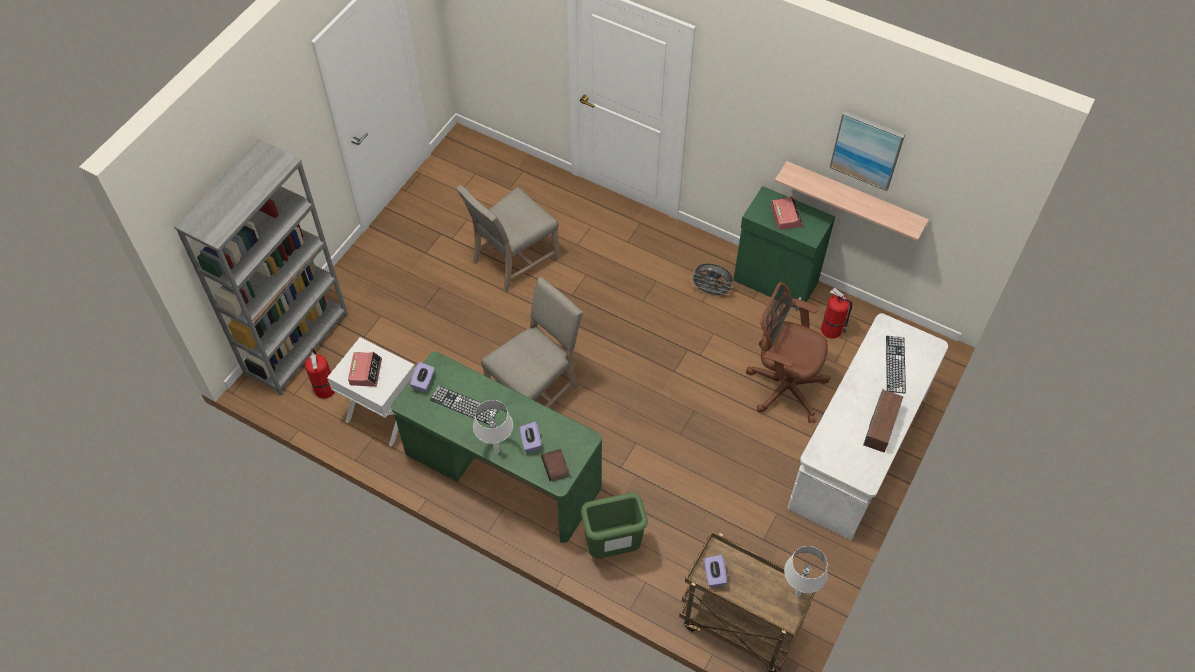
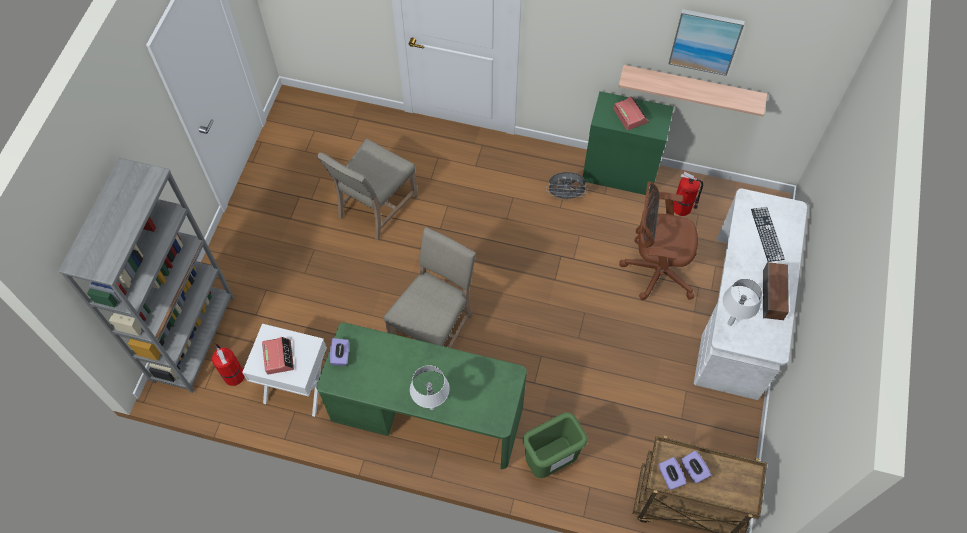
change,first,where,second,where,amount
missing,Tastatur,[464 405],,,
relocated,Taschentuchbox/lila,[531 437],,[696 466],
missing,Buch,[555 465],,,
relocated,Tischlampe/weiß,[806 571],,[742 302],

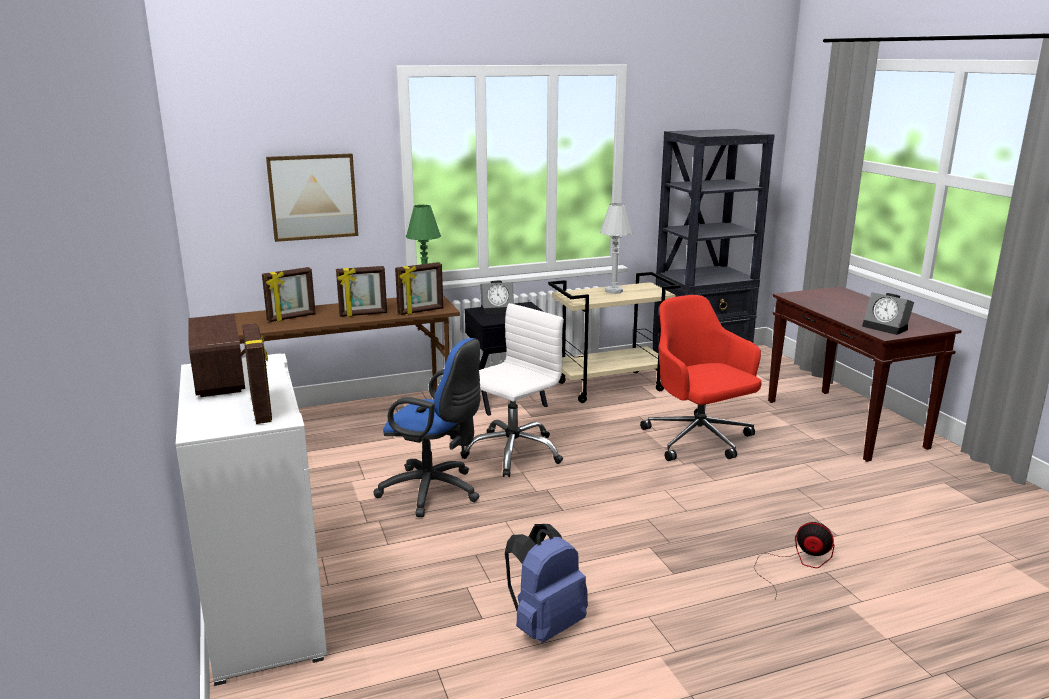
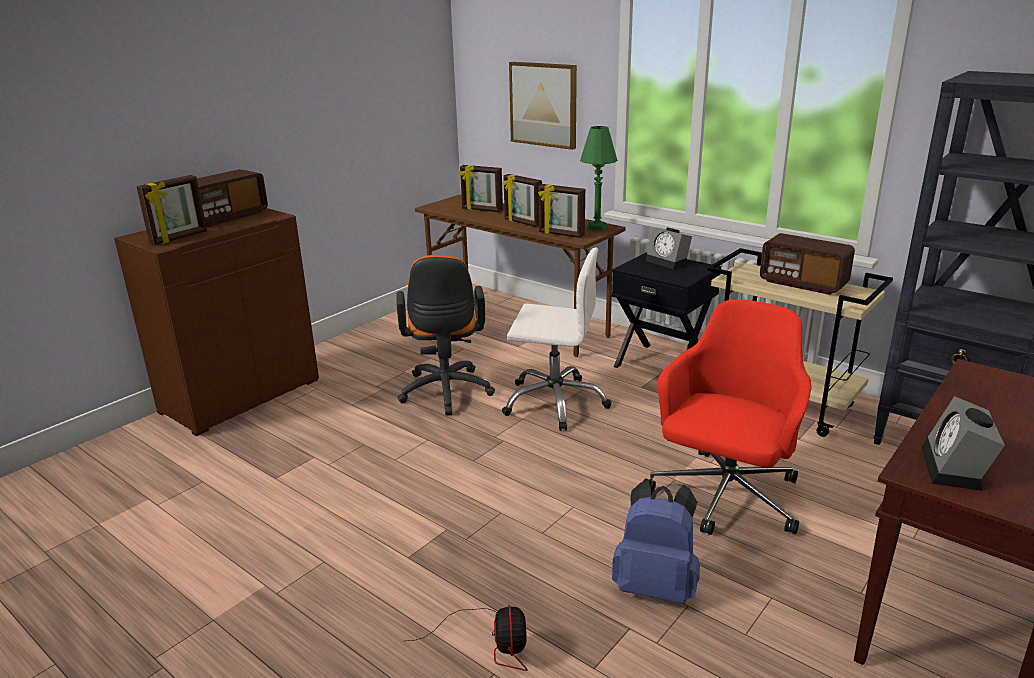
change,first,where,second,where,amount
exchanged,Tischlampe/weiß,[616 248],Radio,[807 264],
colour,Bürostuhl/blau,[427 427],Bürostuhl/orange,[446 335],
colour,Schrank/weiß,[251 519],Schrank/braun,[216 322],
relocated,Rucksack/blau,[546 583],,[656 541],

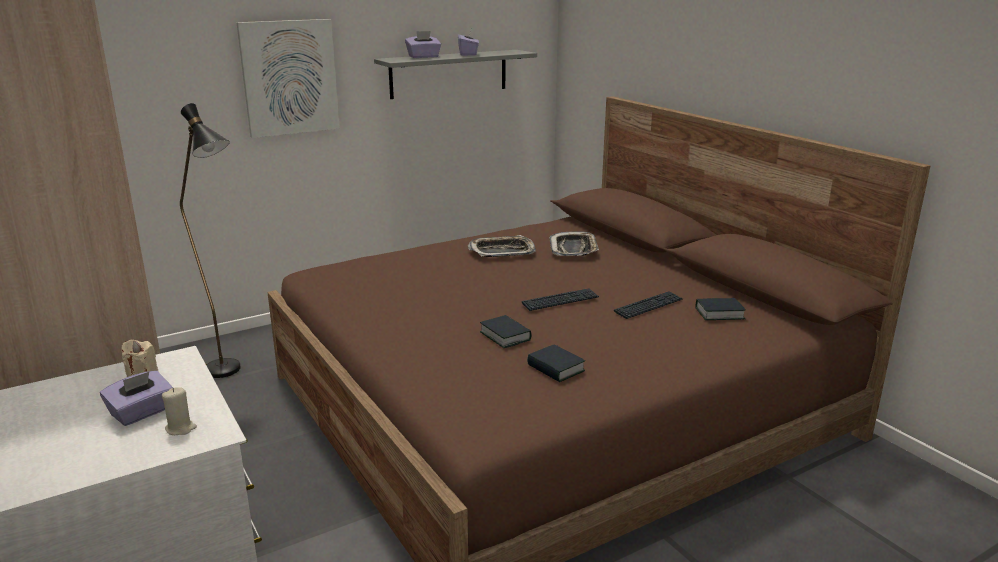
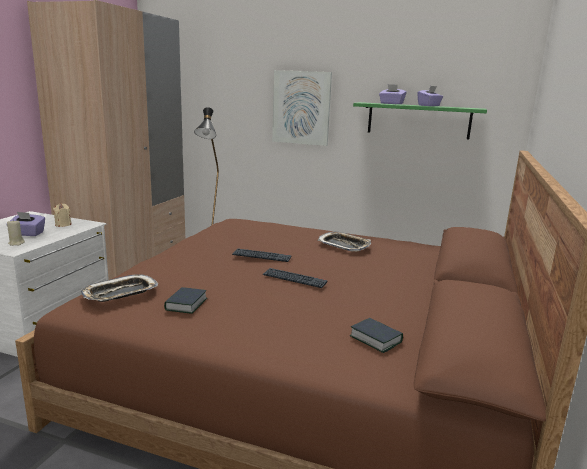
change,first,where,second,where,amount
colour,Wandregal/grau,[455 74],Wandregal/grün,[420 120],
relocated,Tablett,[574 243],,[120 288],
relocated,Tastatur,[648 305],,[262 255],
missing,Buch,[506 331],,,

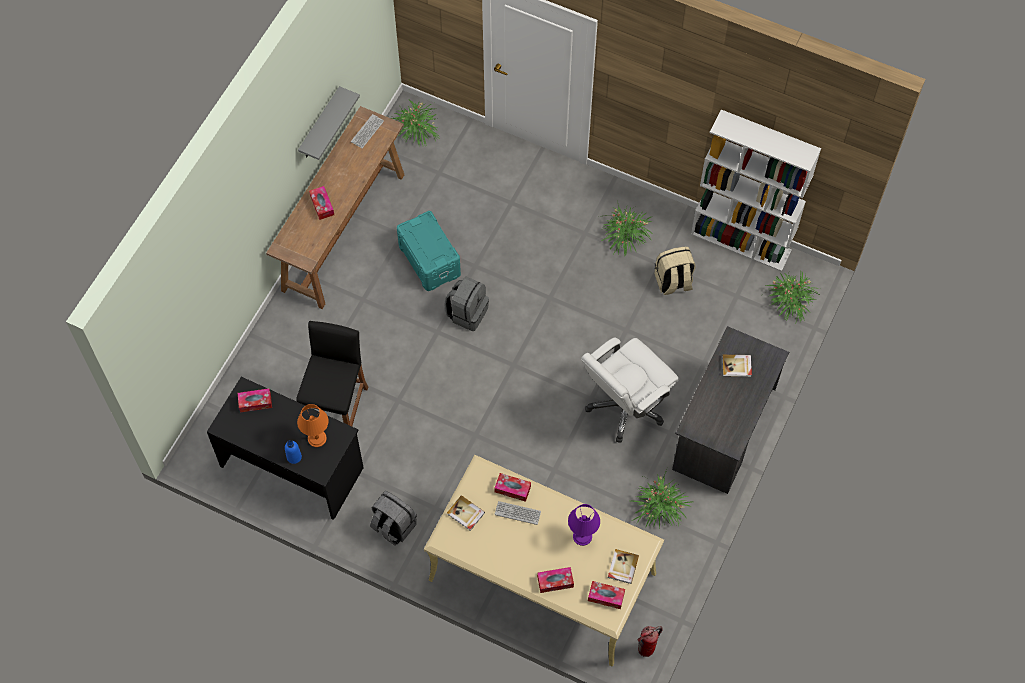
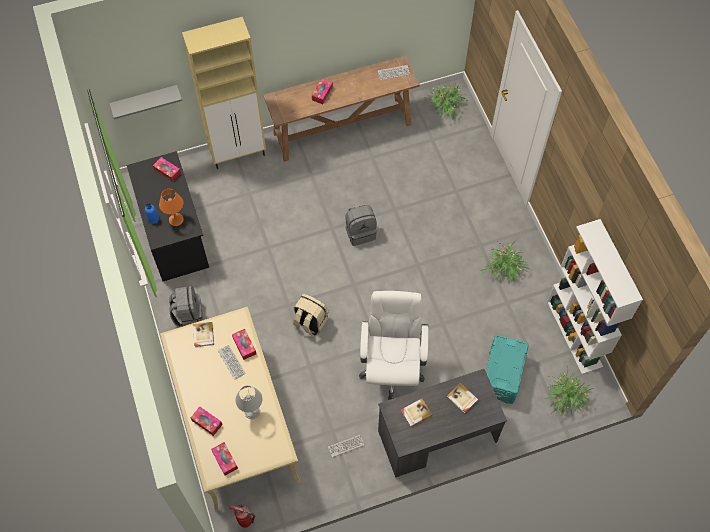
change,first,where,second,where,amount
relocated,Wandregal/grau,[329 123],,[145 102],
relocated,Aufbewahrungsbox/türkis,[429 251],,[507 369],
relocated,Rucksack/beige,[675 271],,[310 315],
missing,Hocker/schwarz,[332 373],,,
spun,Bürostuhl/weiß,[630 390],,[393 345],90 degrees clockwise
exchanged,Topfpflanze,[661 499],Tastatur,[346 446],
colour,Tischlampe/lila,[584 525],Tischlampe/grau,[248 402],
relocated,Buch,[623 566],,[416 413],
appeared,,,Schrank/beige,[224 93],

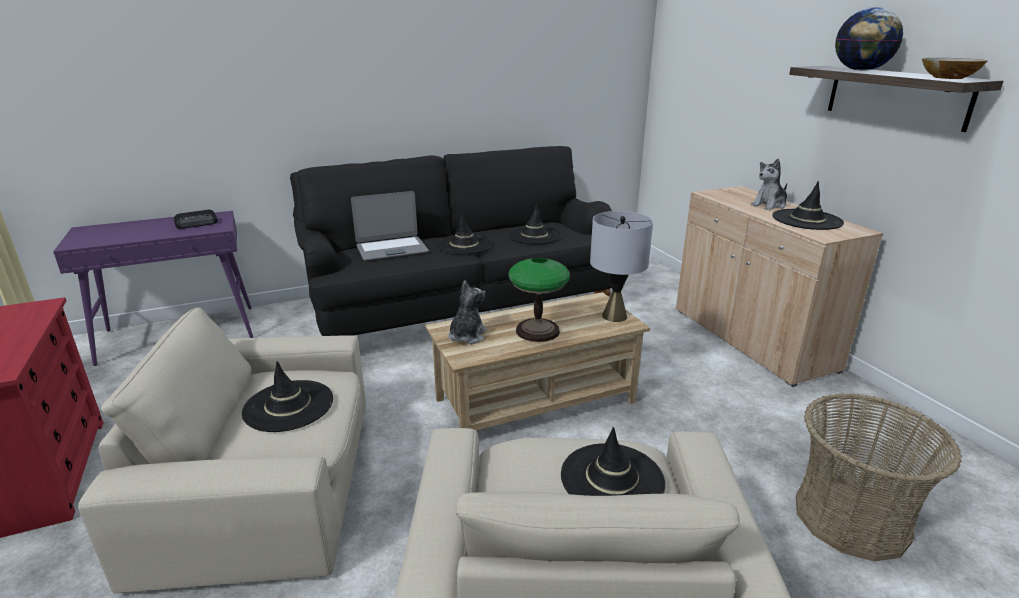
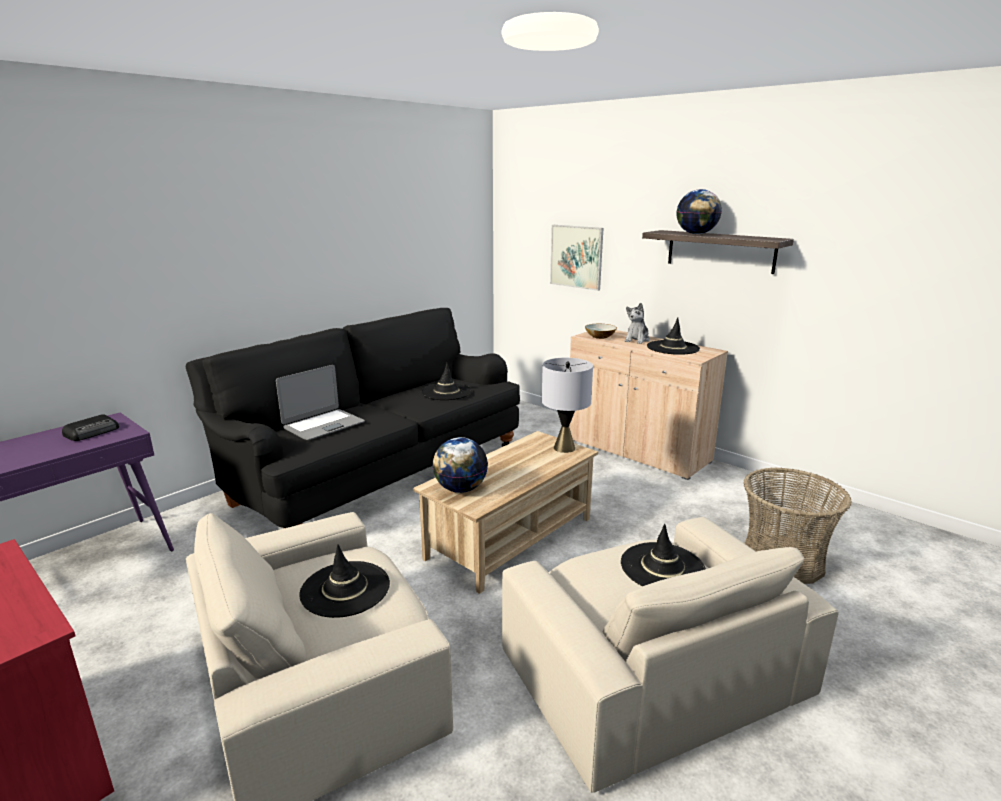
change,first,where,second,where,amount
relocated,Schüssel,[955 68],,[601 331],
missing,Hut/schwarz,[464 234],,,
missing,Tischlampe,[539 299],,,
exchanged,Plüschtier,[467 312],Globus,[460 465],
appeared,,,Bild,[577 258],

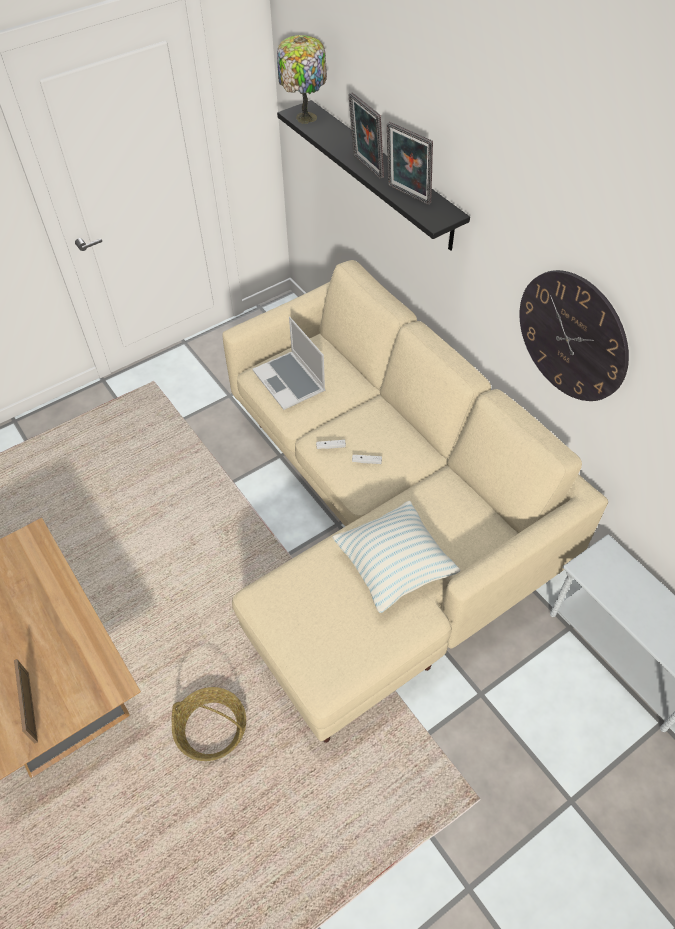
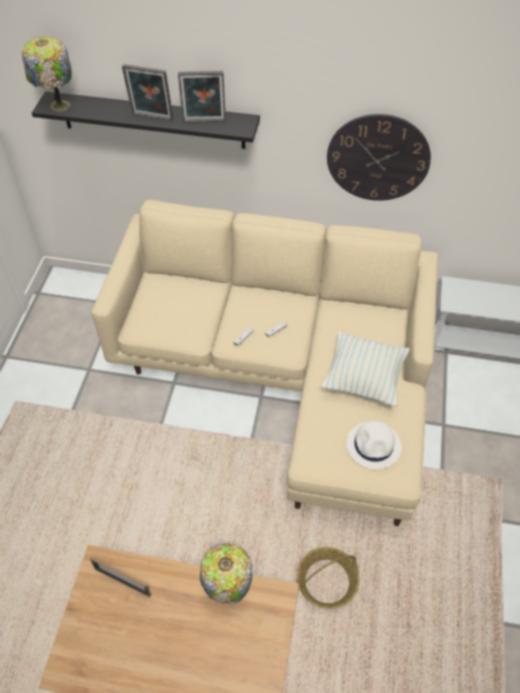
change,first,where,second,where,amount
missing,Laptop,[288 363],,,
relocated,Bilderrahmen,[26 701],,[120 577],
appeared,,,Hut/weiß,[373 445],
appeared,,,Tischlampe,[226 573],

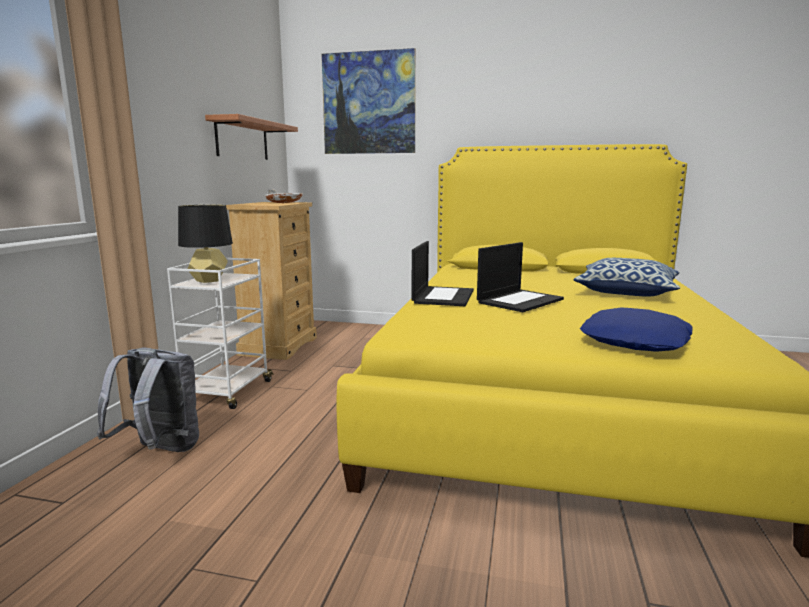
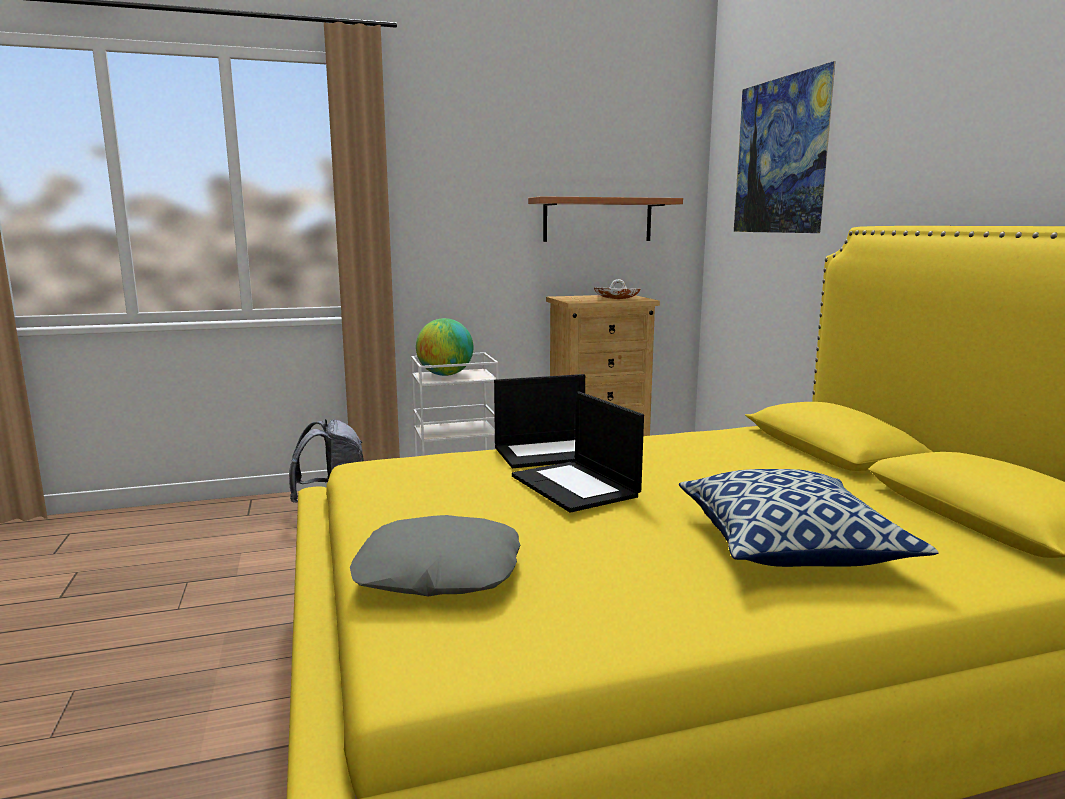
change,first,where,second,where,amount
exchanged,Tischlampe/schwarz,[205 244],Globus,[444 347],
spun,Laptop,[520 277],,[578 452],45 degrees clockwise
colour,Kissen/blau,[636 329],Kissen/grau,[435 556],

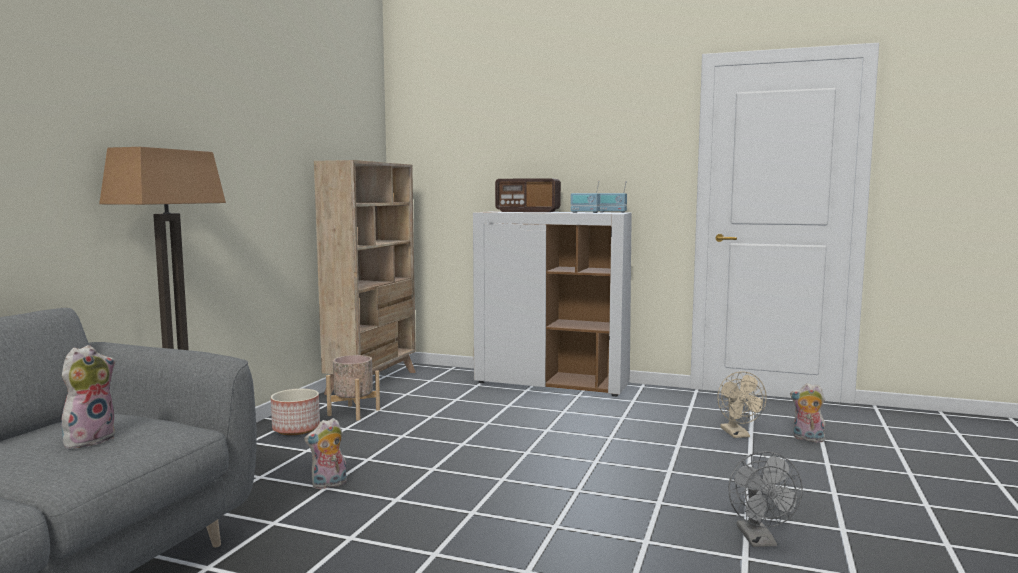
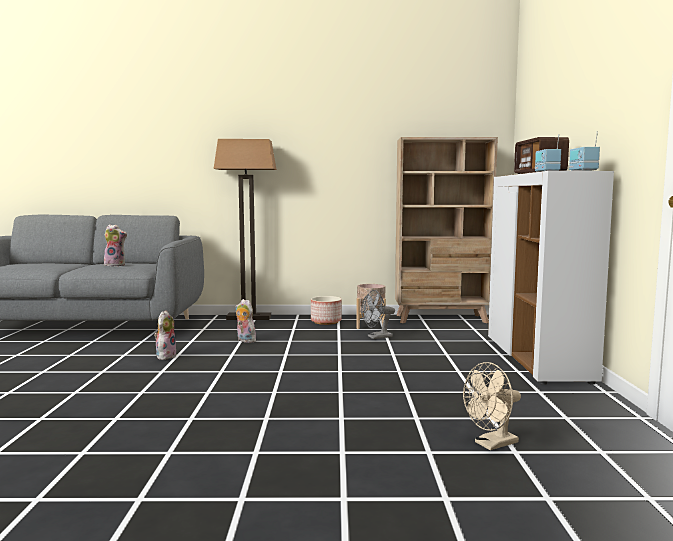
change,first,where,second,where,amount
relocated,Plüschtier,[808 412],,[165 335],
relocated,Ventilator/grau,[765 499],,[378 314],

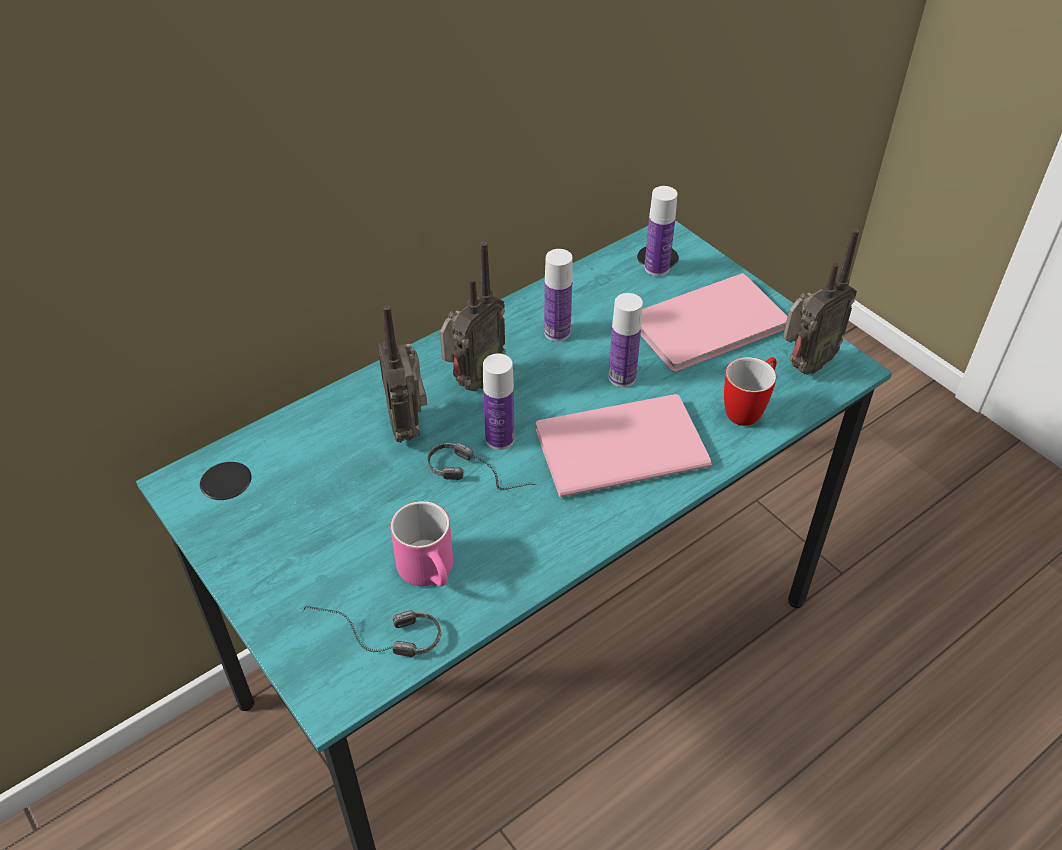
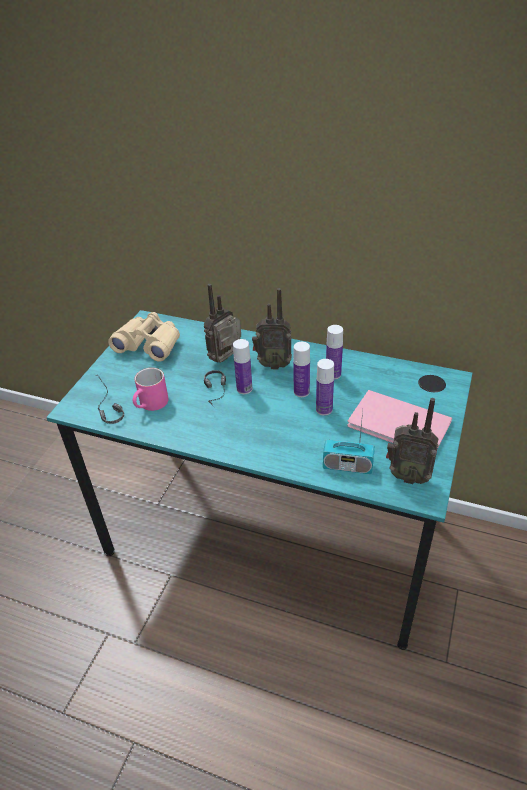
change,first,where,second,where,amount
relocated,Flasche,[661 231],,[301 369],
exchanged,Henkelbecher,[750 391],Radio,[349 442],
missing,Buch/rosa,[623 445],,,
appeared,,,Fernglas/beige,[144 337],

